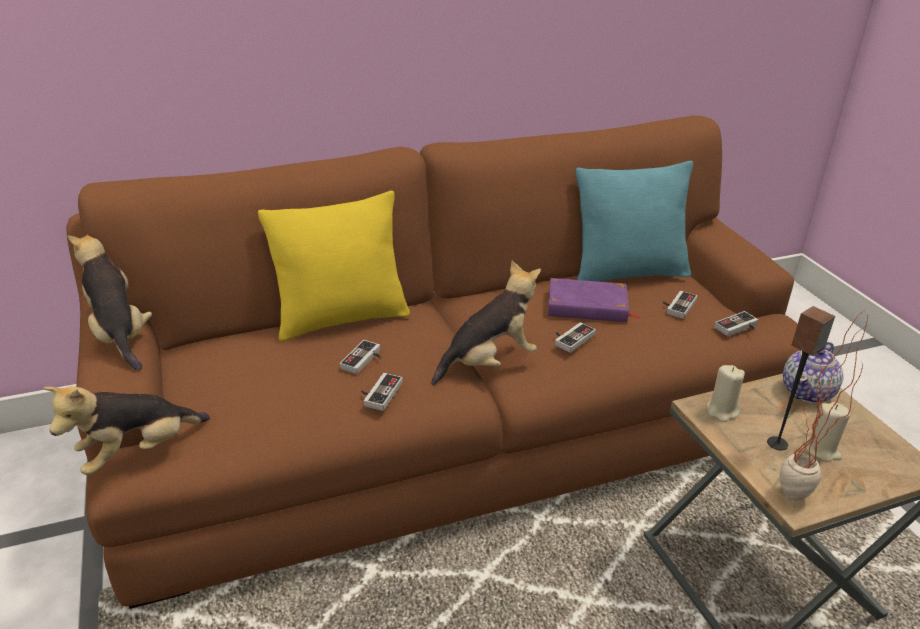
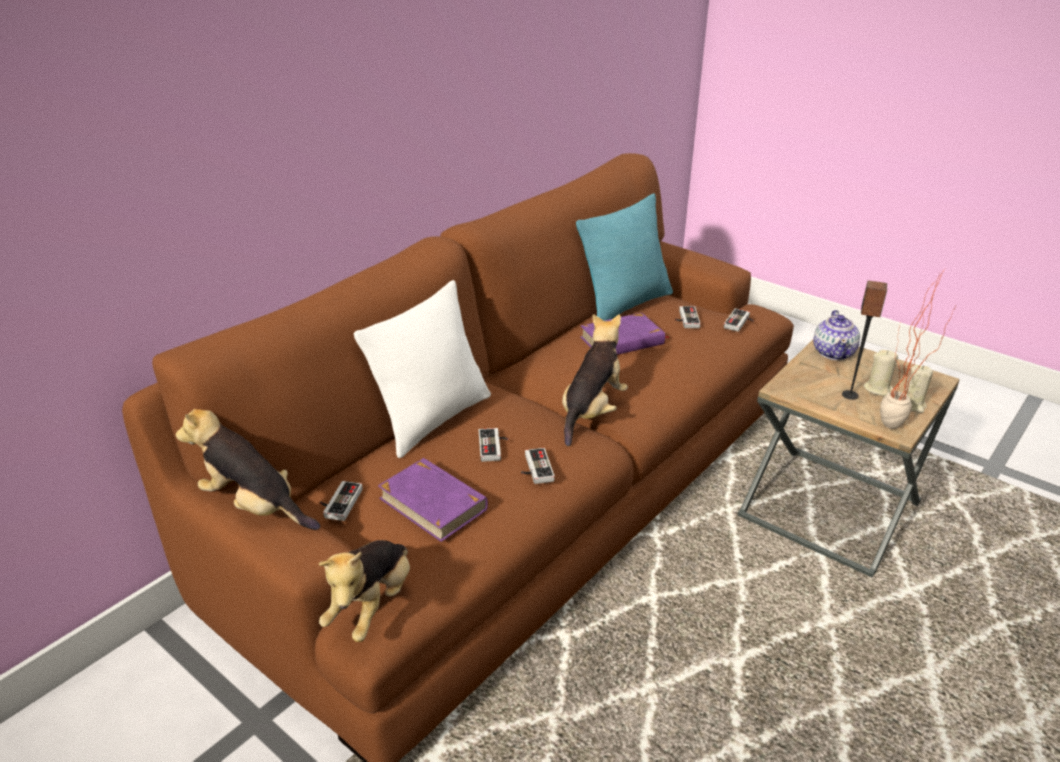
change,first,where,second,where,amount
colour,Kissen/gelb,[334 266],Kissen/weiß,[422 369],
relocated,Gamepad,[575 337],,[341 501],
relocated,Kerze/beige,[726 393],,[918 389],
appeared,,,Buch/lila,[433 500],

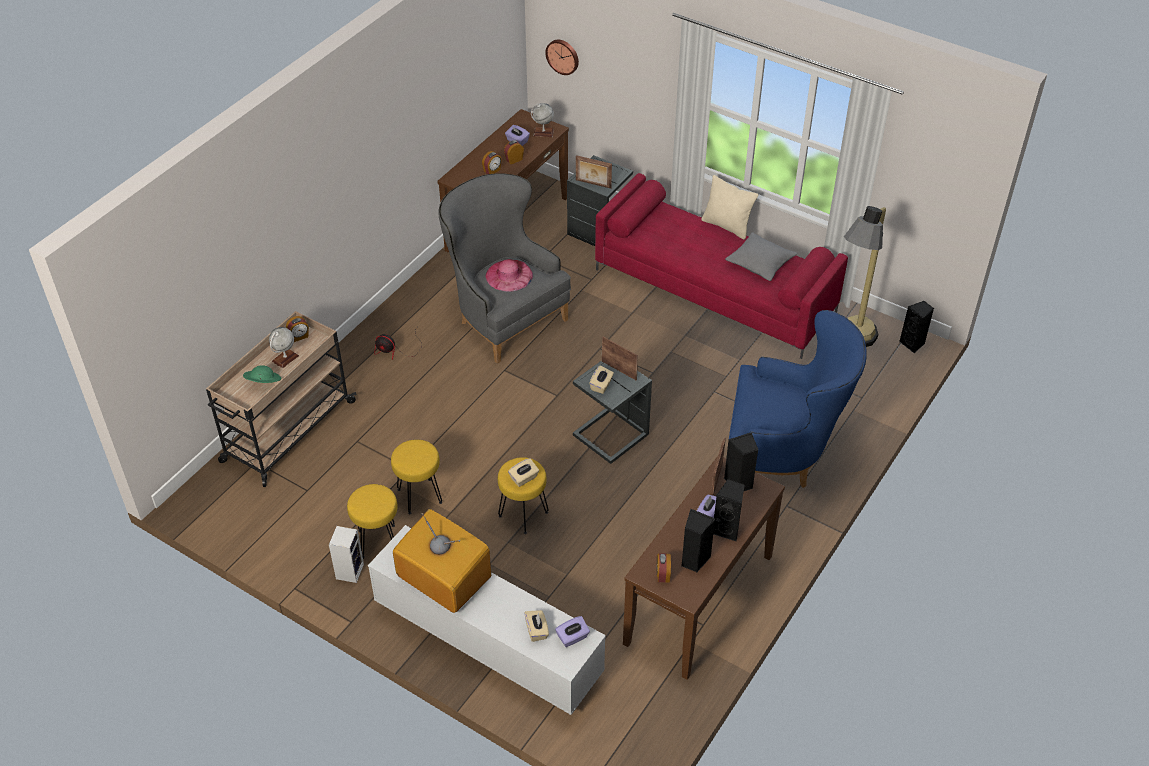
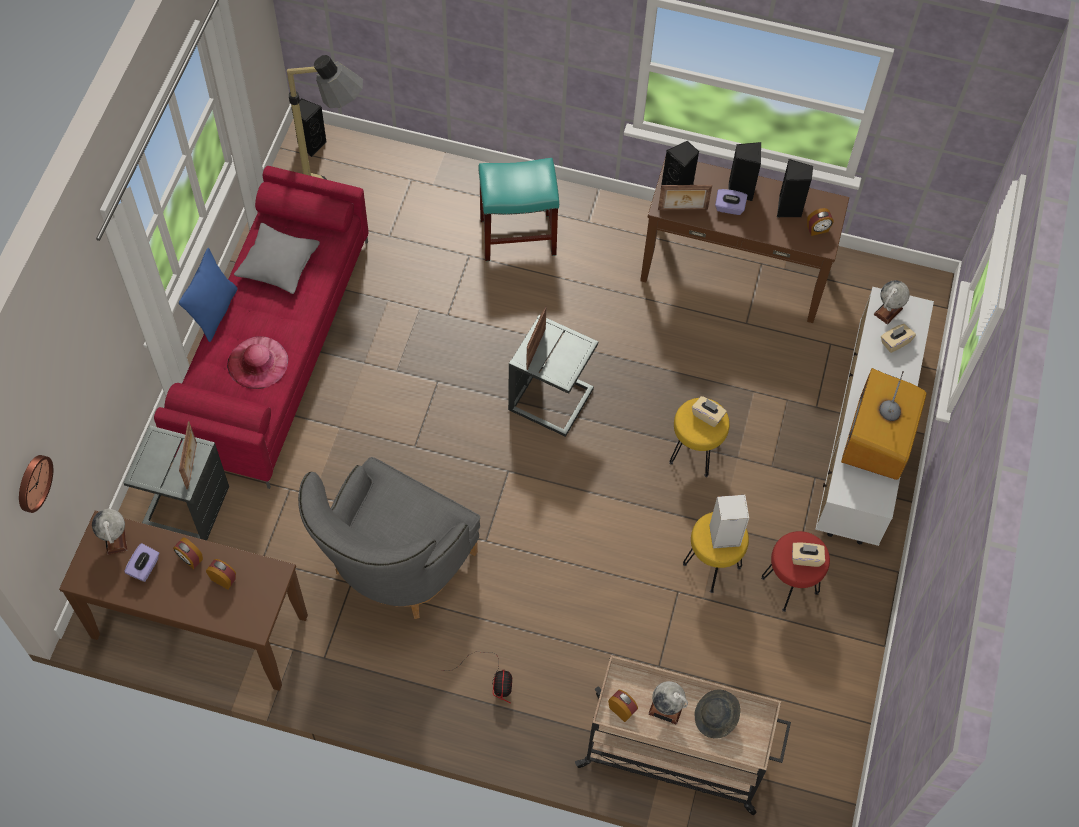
change,first,where,second,where,amount
colour,Kissen/beige,[729 207],Kissen/blau,[208 295],
relocated,Hut/rosa,[509 275],,[257 362],
exchanged,Sessel/blau,[798 399],Hocker/türkis,[518 209],
colour,Hut/grün,[262 374],Hut/grau,[717 714],
relocated,Taschentuchbox/beige,[601 380],,[808 555],
colour,Hocker/gelb,[372 521],Hocker/rot,[795 571],
relocated,Lautsprecher,[346 554],,[729 521],
exchanged,Taschentuchbox/lila,[572 631],Globus,[892 302],

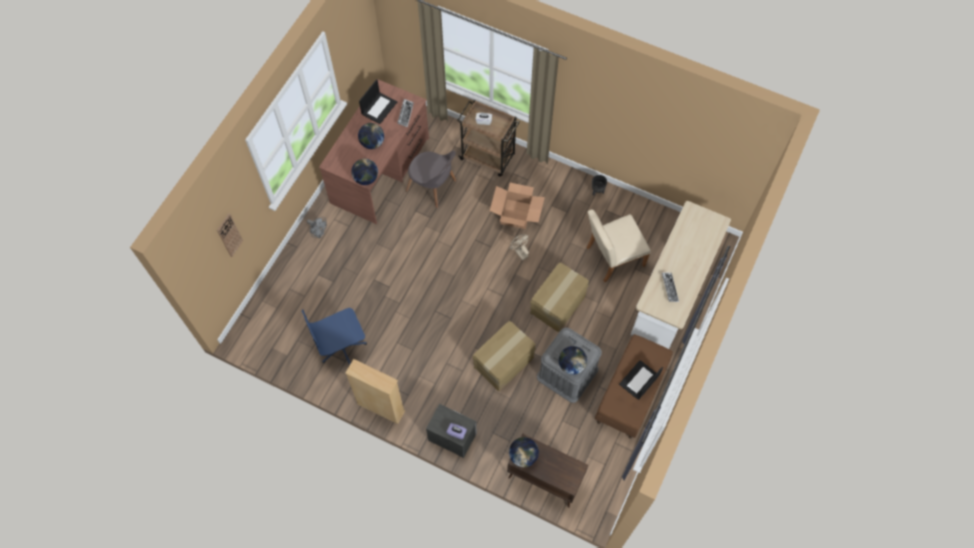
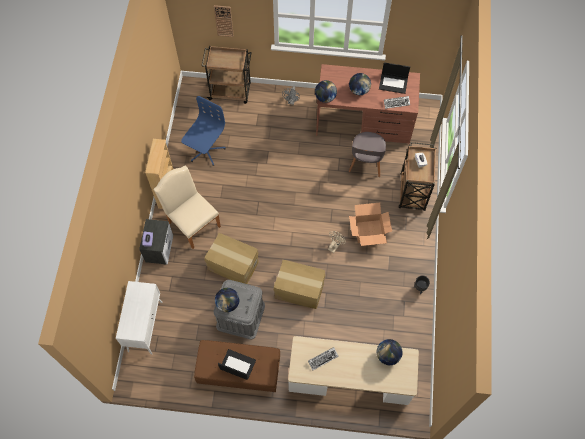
change,first,where,second,where,amount
relocated,Stuhl/beige,[618 245],,[187 207],
spun,Bürostuhl/blau,[334 336],,[203 131],75 degrees clockwise
colour,Schrank/braun,[547 471],Schrank/weiß,[139 318],
relocated,Globus,[524 452],,[390 352],
appeared,,,Rollwagen/braun,[227 75],

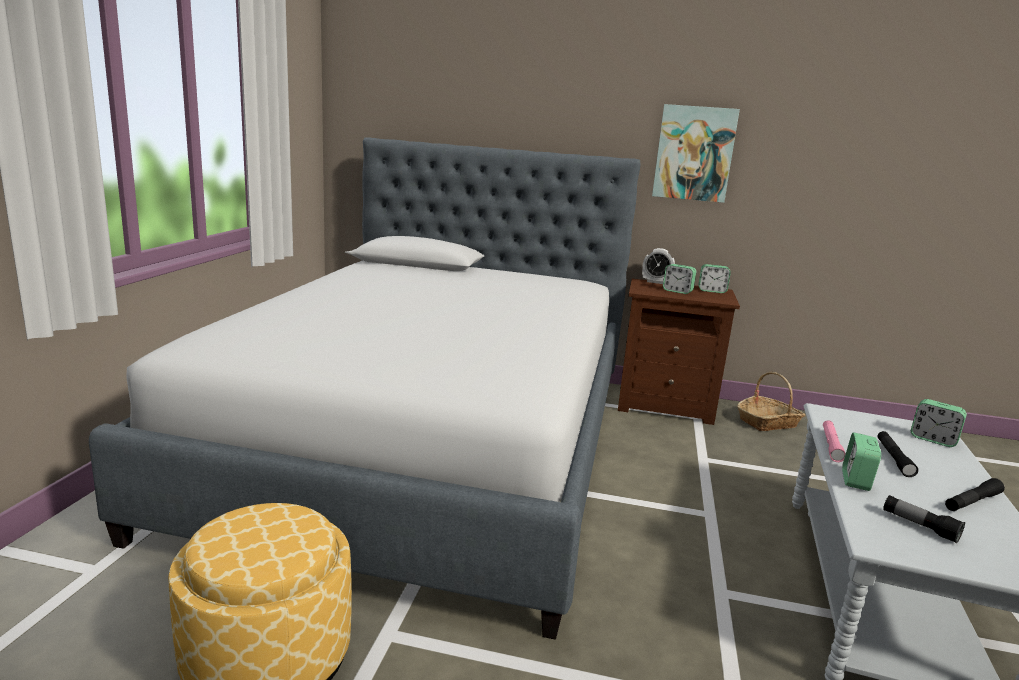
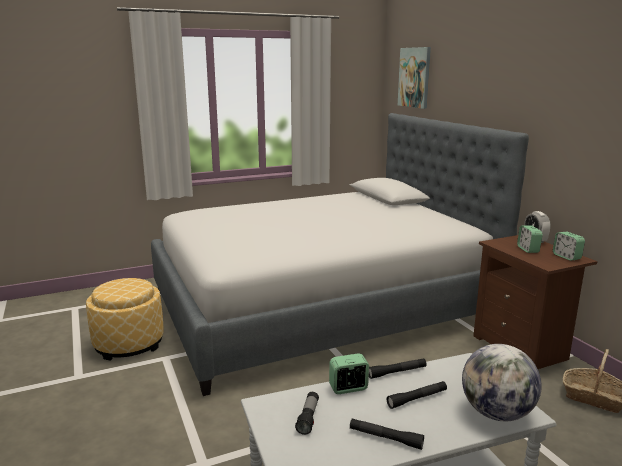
change,first,where,second,where,amount
relocated,Bild,[696 153],,[414 78],
exchanged,Wecker,[939 423],Globus,[502 382],
colour,Taschenlampe/rosa,[834 441],Taschenlampe/schwarz,[397 368],

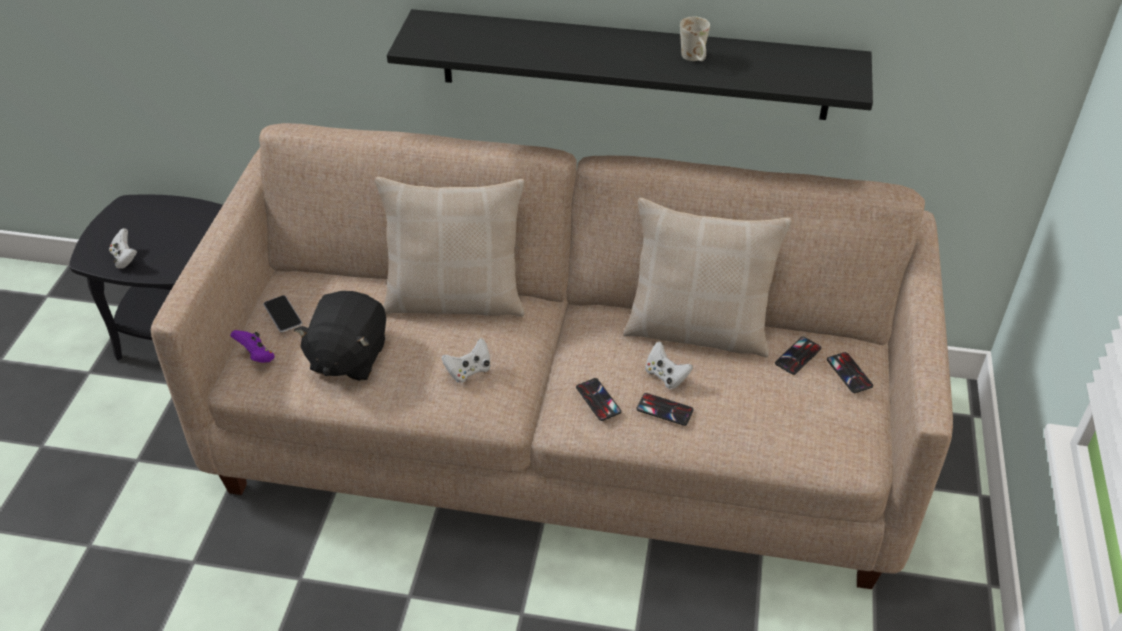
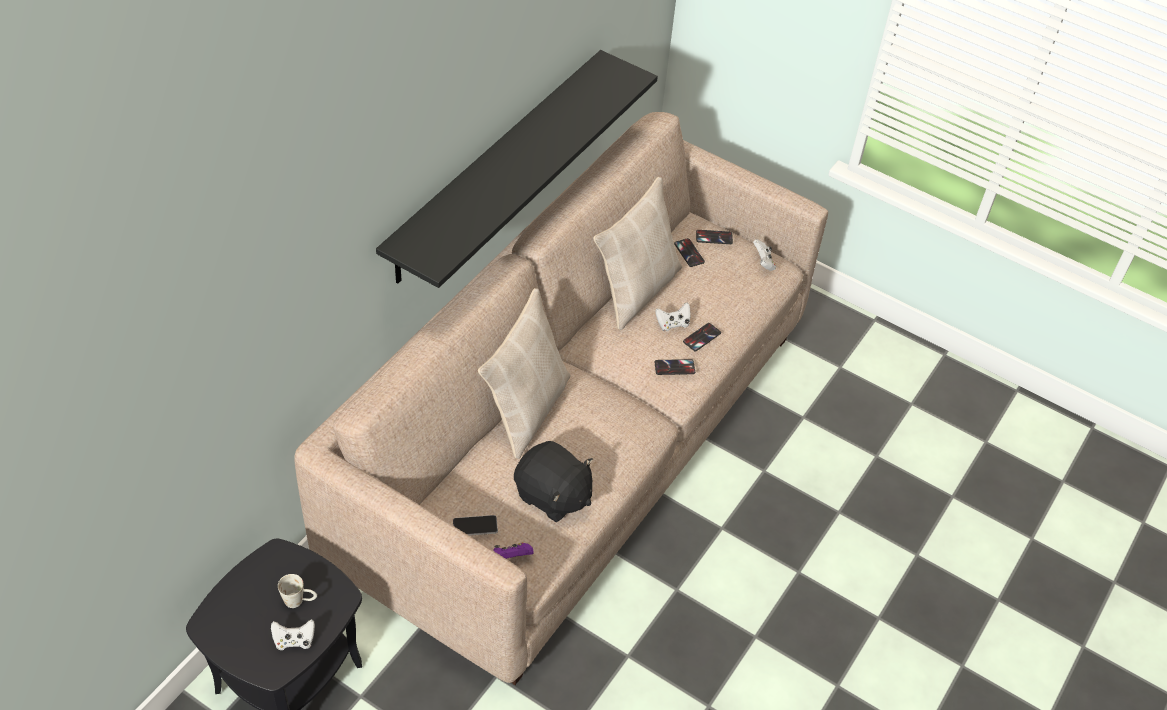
change,first,where,second,where,amount
relocated,Henkelbecher/weiß,[695 38],,[297 591],
relocated,Gamepad/weiß,[466 360],,[764 255],

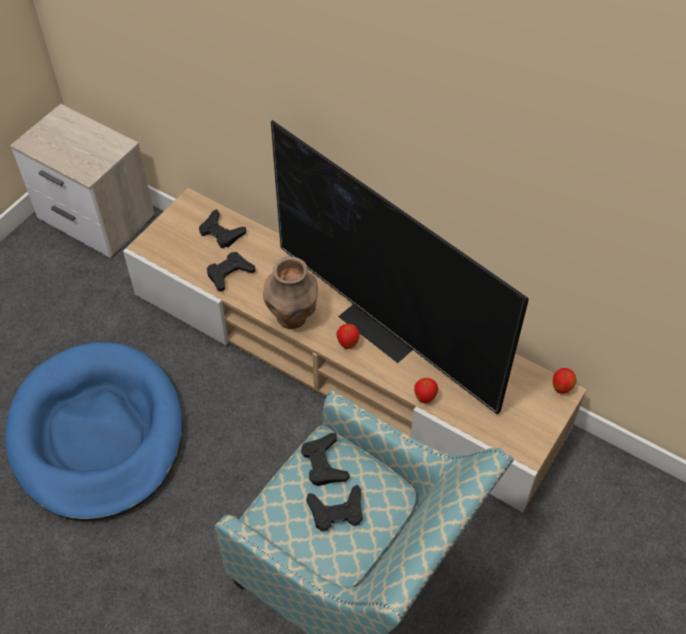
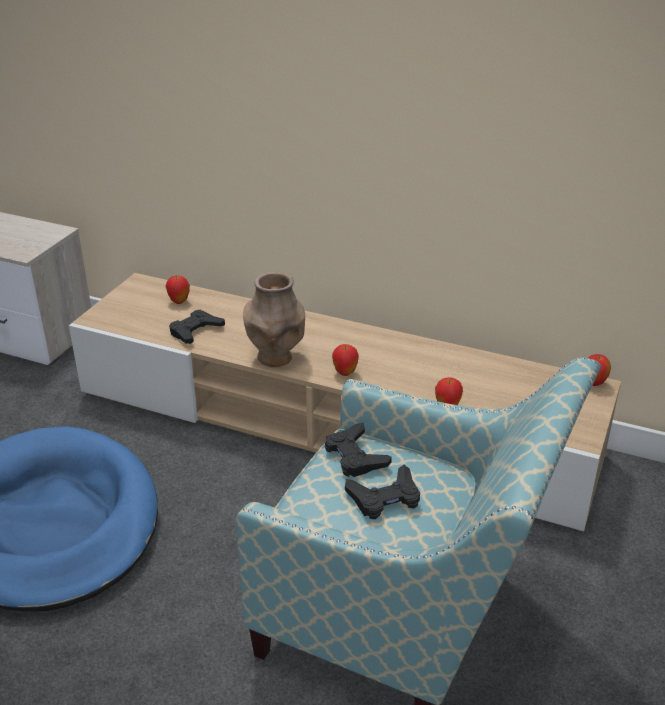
change,first,where,second,where,amount
missing,Fernseher,[400 267],,,
exchanged,Gamepad/schwarz,[222 228],Apfel,[178 289],

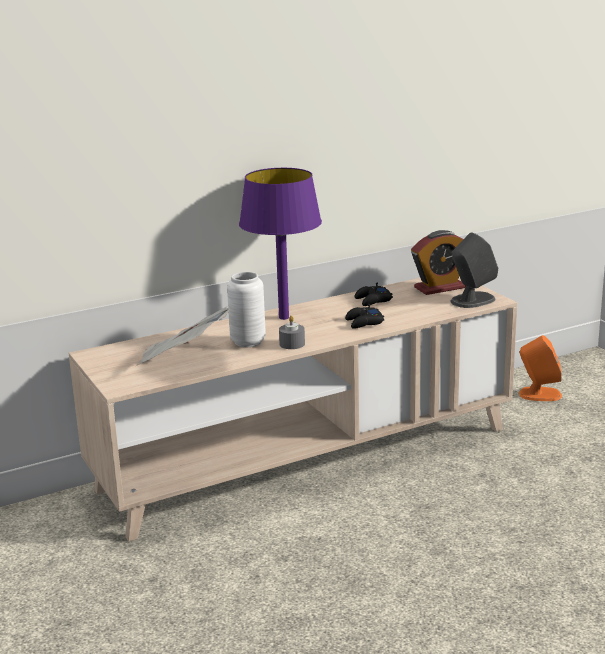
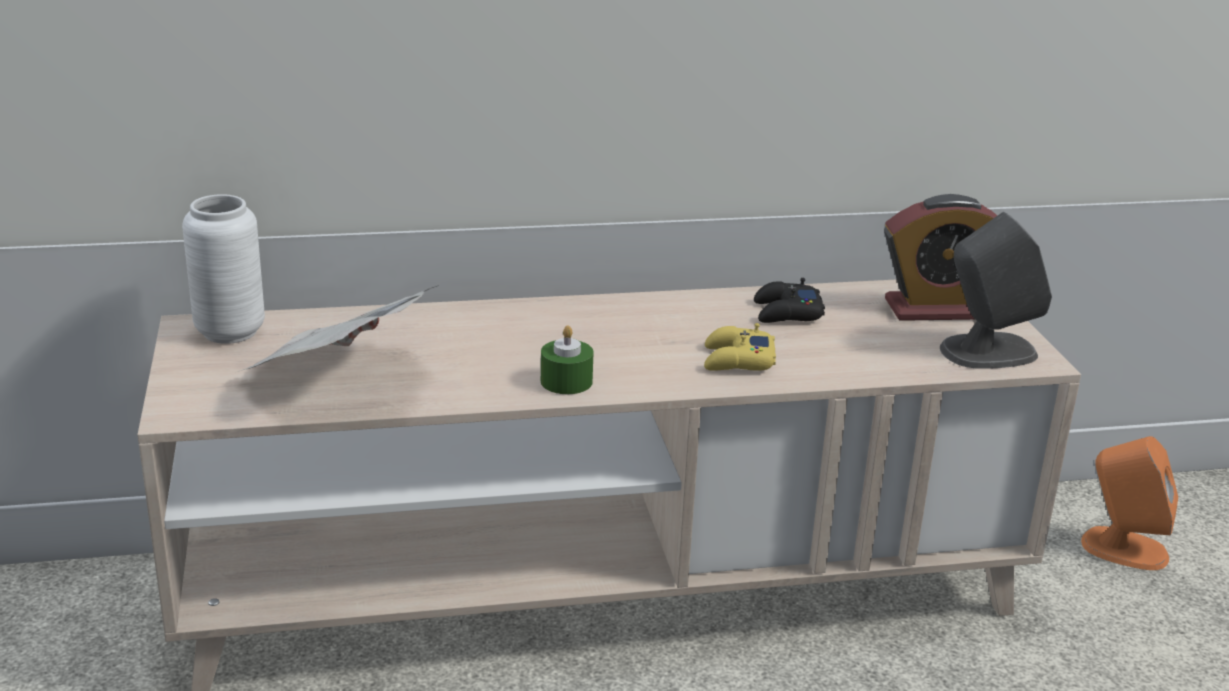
change,first,where,second,where,amount
missing,Tischlampe/lila,[280 244],,,
relocated,Vase/weiß,[246 309],,[223 269],
colour,Gamepad/schwarz,[364 316],Gamepad/gelb,[740 347],
colour,Kerze/grau,[292 332],Kerze/grün,[567 359],

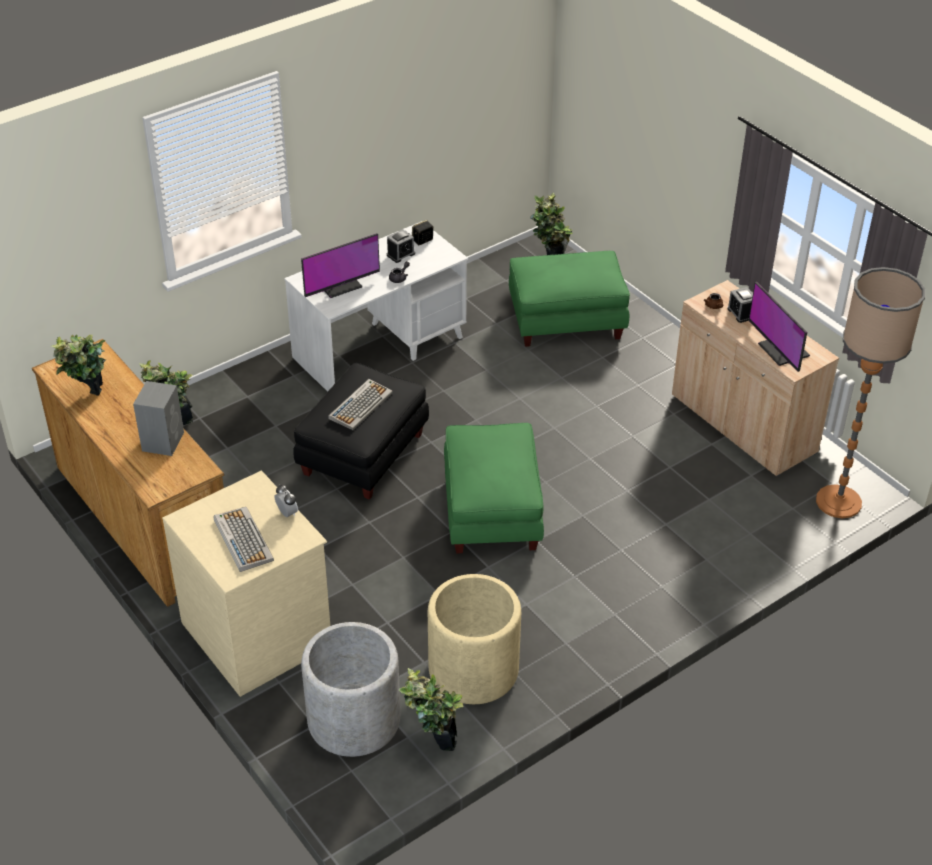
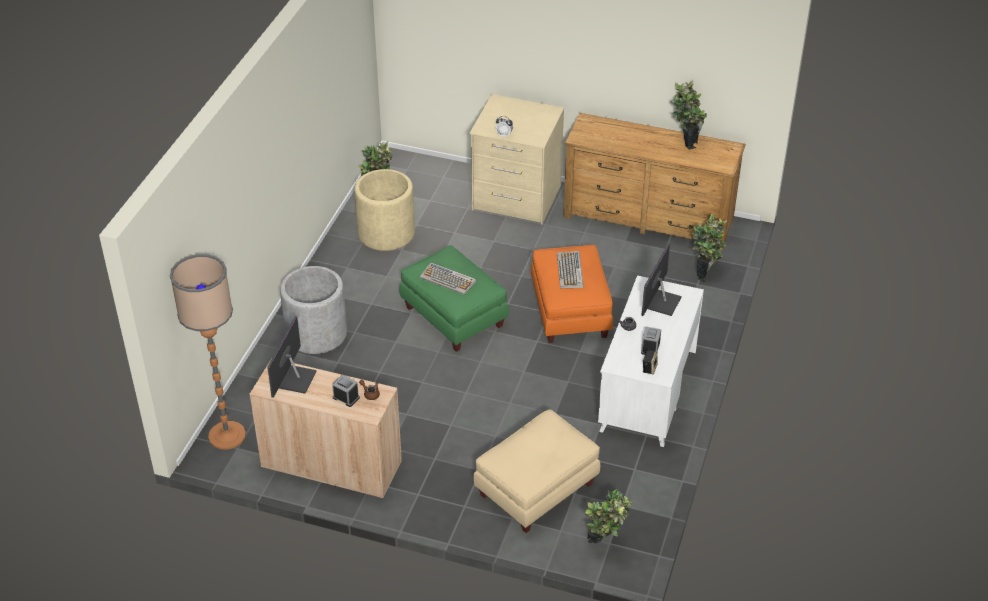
change,first,where,second,where,amount
colour,Polsterhocker/grün,[569 299],Polsterhocker/beige,[536 471],
spun,Monitor,[779 327],,[292 357],105 degrees counterclockwise
colour,Polsterhocker/schwarz,[361 431],Polsterhocker/orange,[572 294],
missing,Lautsprecher/grau,[158 418],,,
relocated,Tastatur,[243 539],,[448 278],
relocated,Pflanzkübel/grau,[350 689],,[313 310],

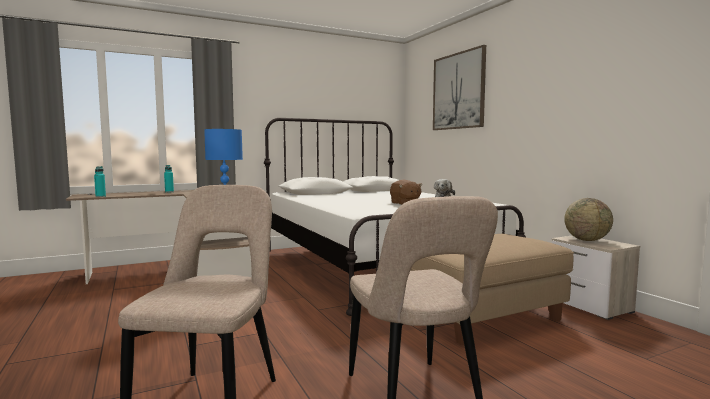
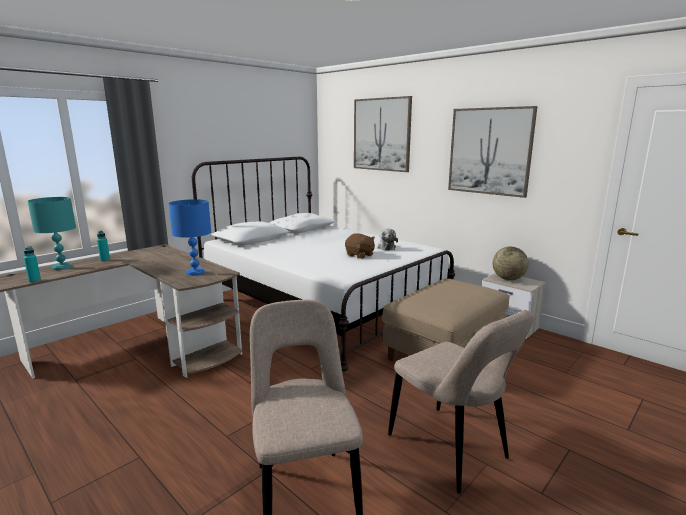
change,first,where,second,where,amount
appeared,,,Bild,[492 152],
appeared,,,Tischlampe/türkis,[52 233],

